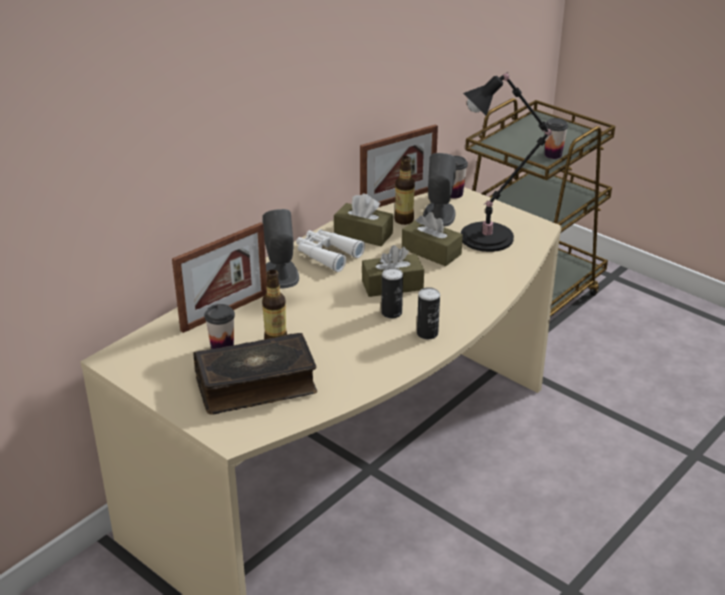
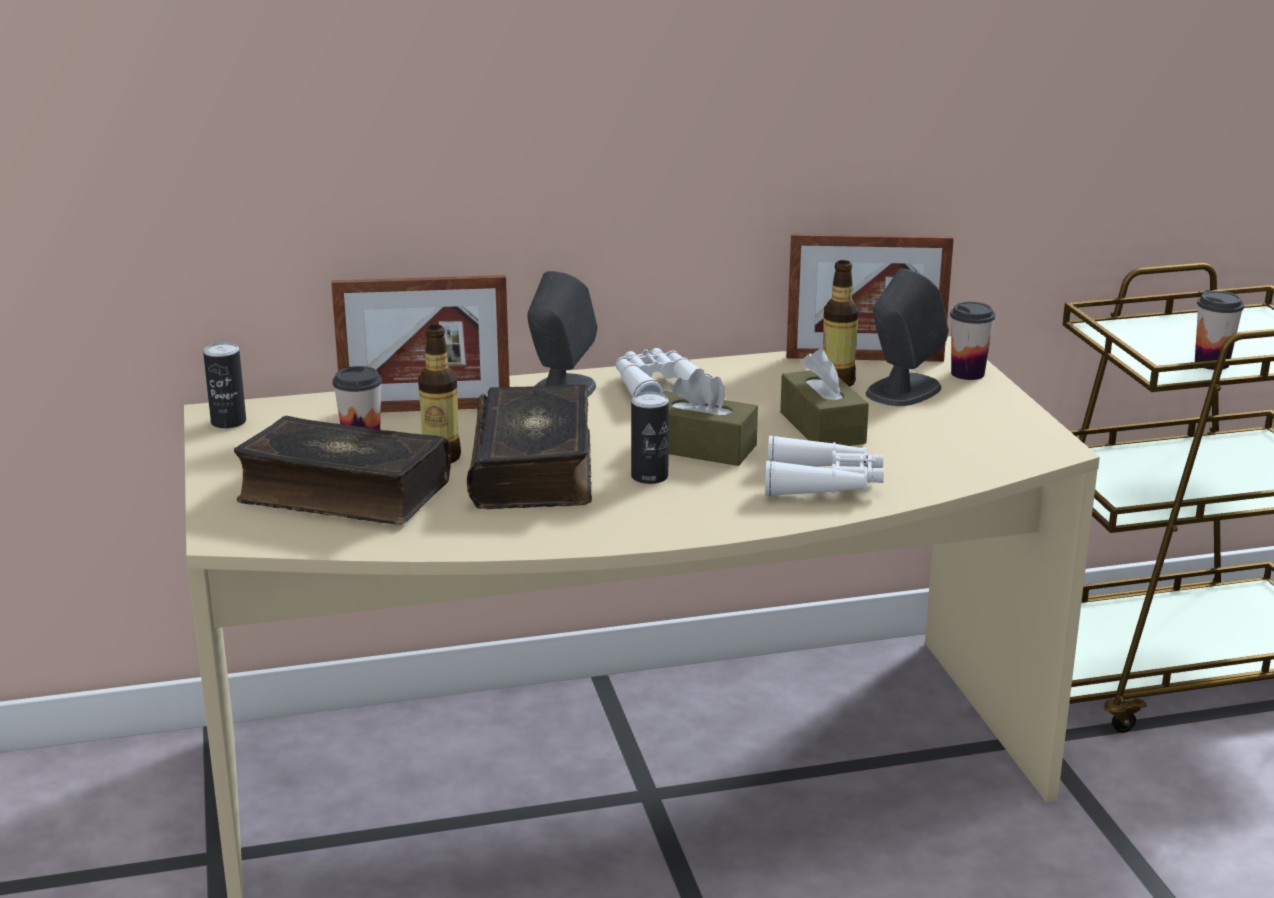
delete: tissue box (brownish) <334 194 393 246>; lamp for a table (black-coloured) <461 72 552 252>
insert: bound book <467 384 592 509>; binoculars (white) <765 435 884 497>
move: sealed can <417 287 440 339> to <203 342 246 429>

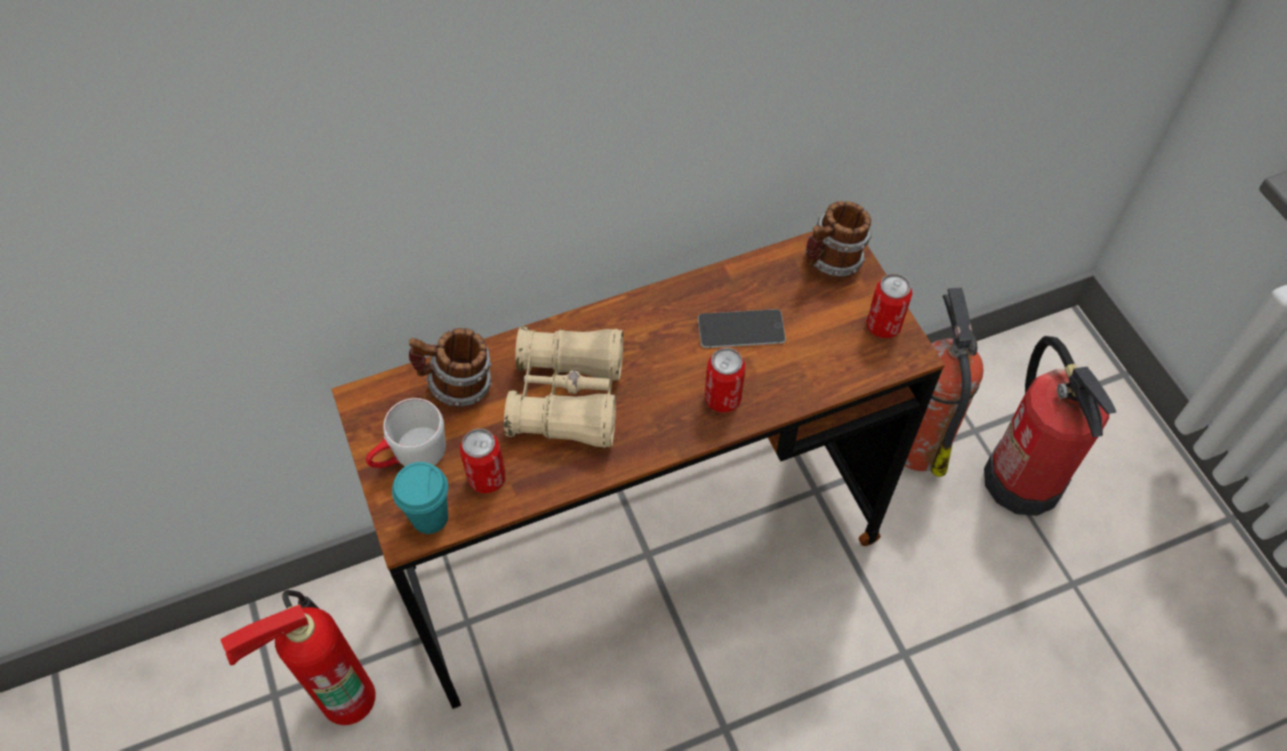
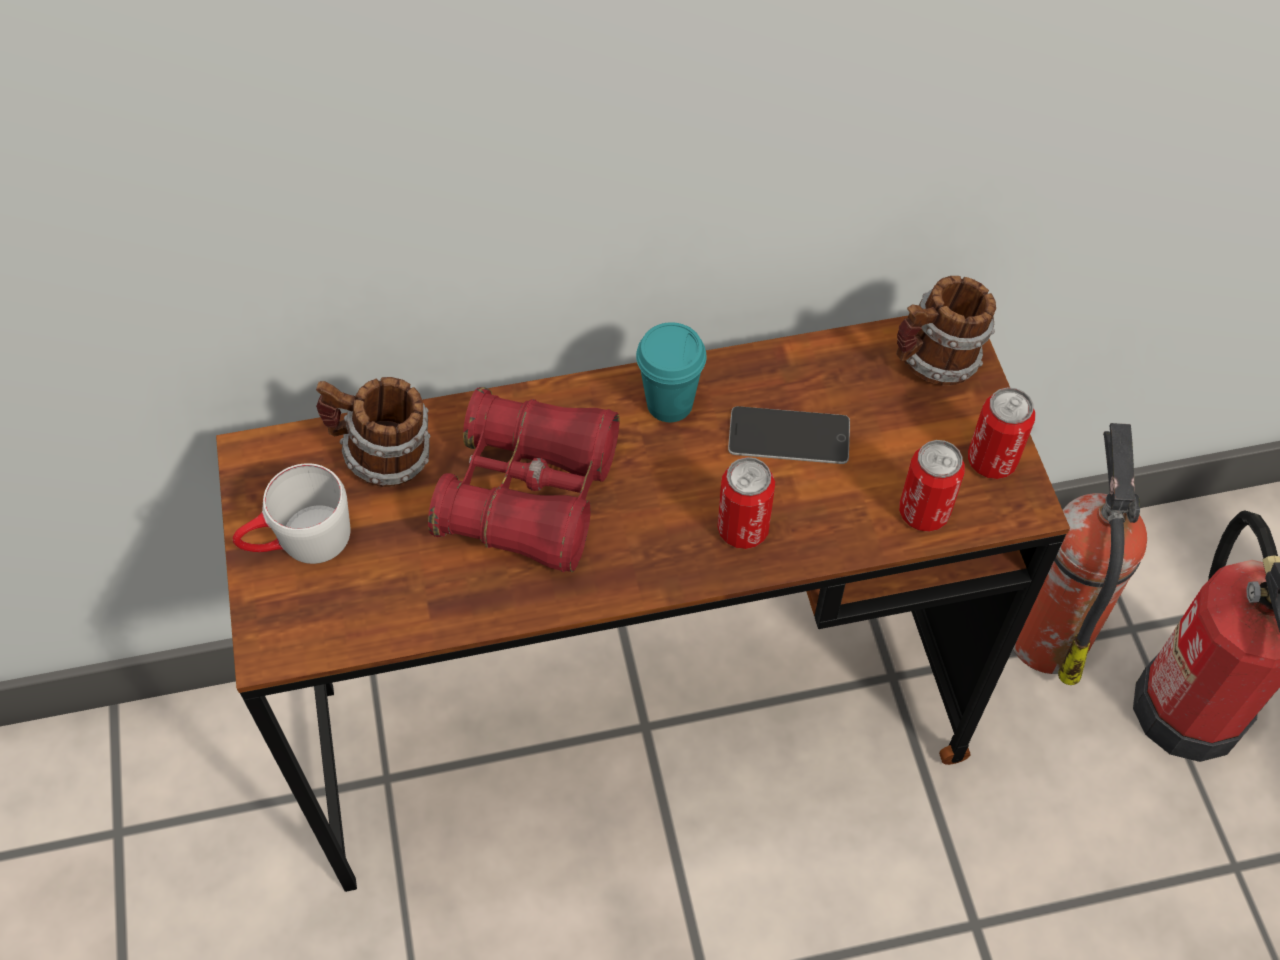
delete: fire-fighting cylinder <220 590 376 725>
move: small cup (blue-green) <392 462 448 534> to <636 322 707 422>; sealed can <460 429 506 494> to <899 440 965 532>
recolor: binoculars (beige-coloured) <504 326 623 448> to binoculars (red-coloured) <428 387 620 572>

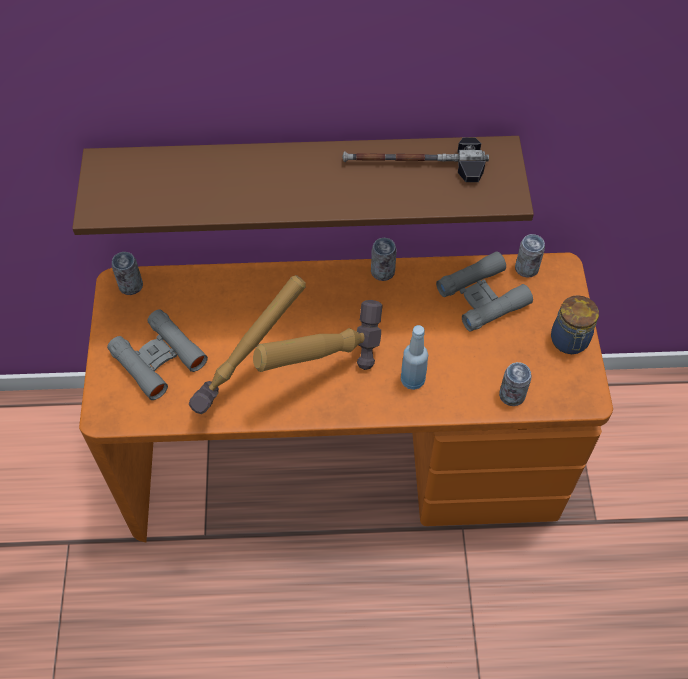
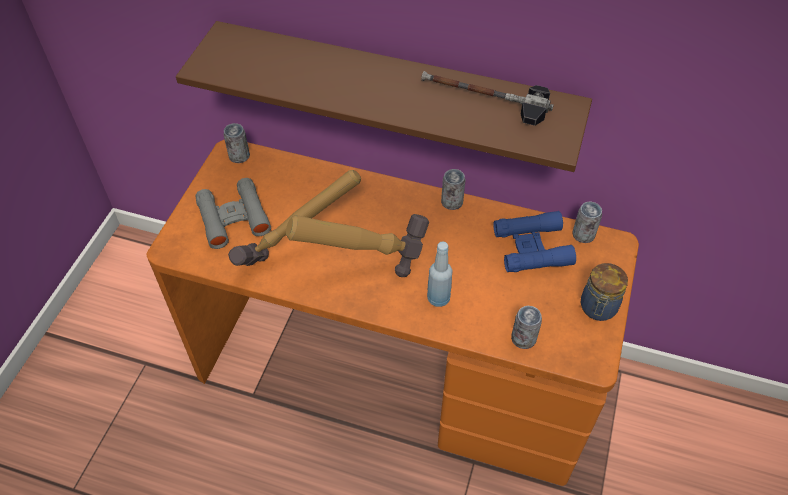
recolor: binoculars (greyish) <436 251 533 331> to binoculars (blue) <493 211 576 272>

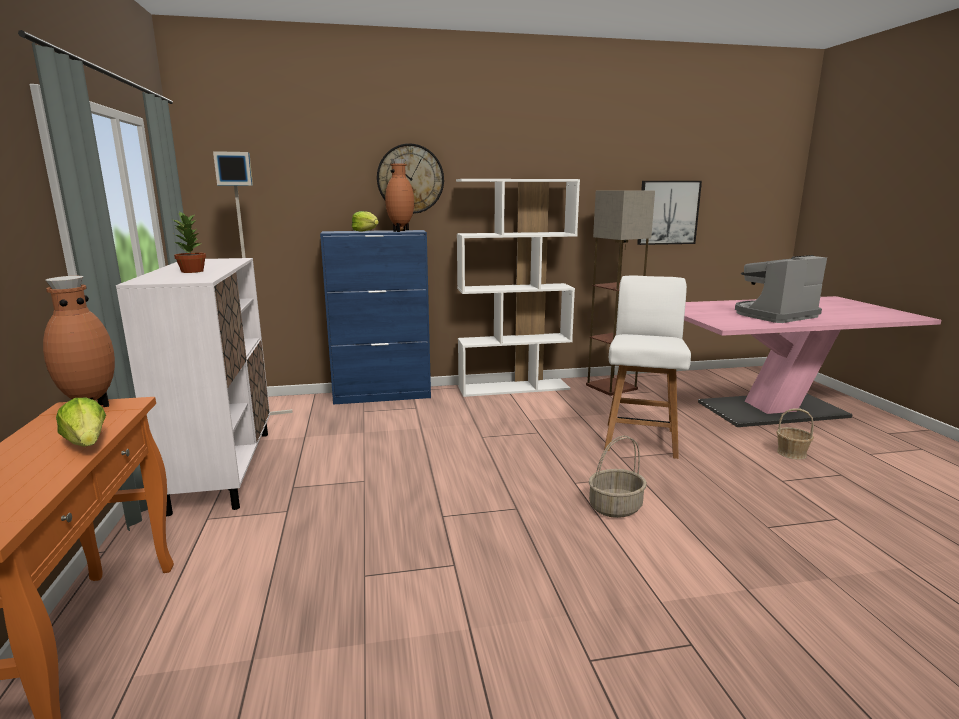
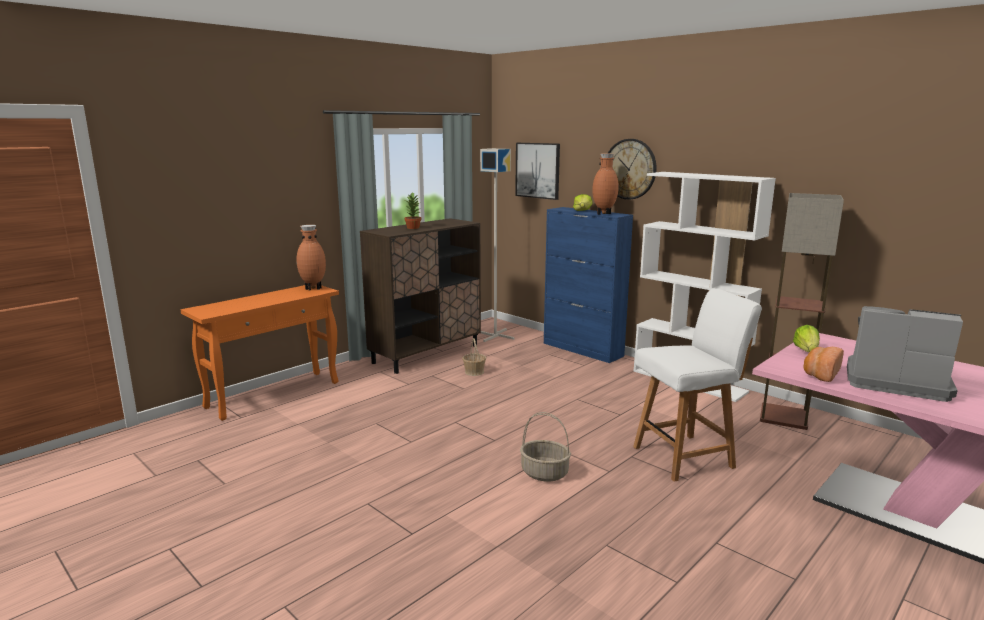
insert: bakery bread <803 347 844 382>
move: basket <776 408 814 460> to <462 338 486 376>; picture <637 181 702 245> to <515 143 560 200>; head of lettuce <56 398 106 447> to <793 325 820 352>
recolor: cabinet (white) <116 258 270 516> to cabinet (brownish) <360 218 481 374>

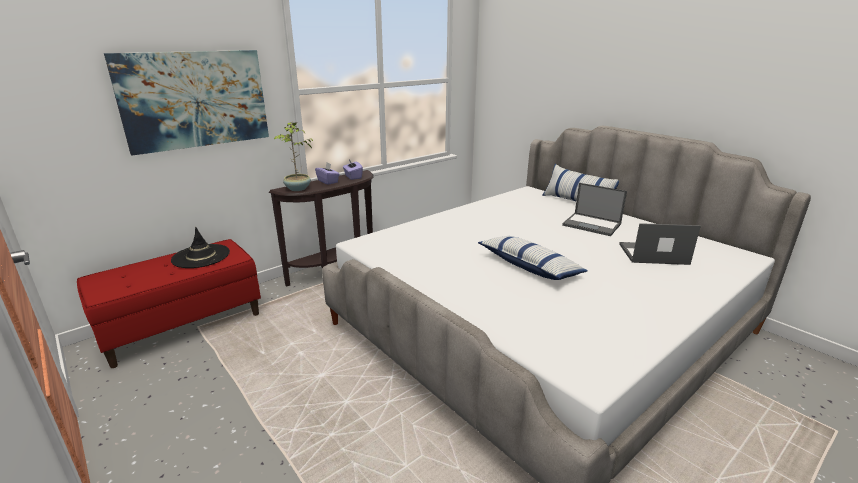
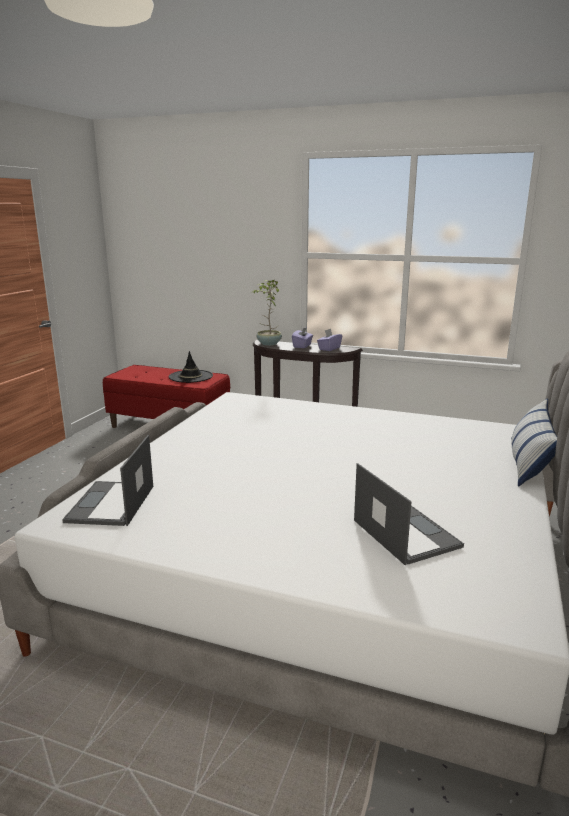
delete: picture <104 50 269 156>; pillow <478 236 587 280>
move: notebook computer <562 183 627 236> to <62 435 153 526>

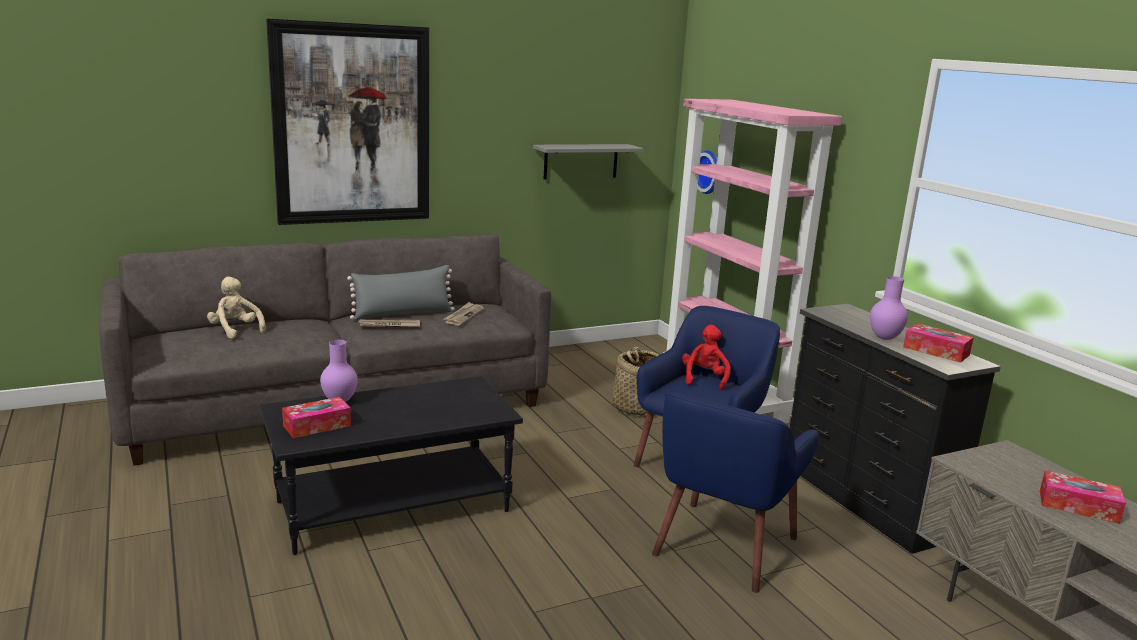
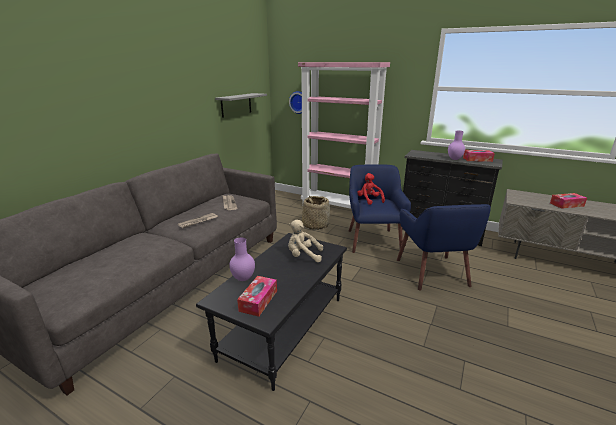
delete: picture <266 19 429 225>; pillow (greyish) <347 265 455 320>
move: plush toy (beige-coloured) <207 277 266 339> to <288 220 323 262>

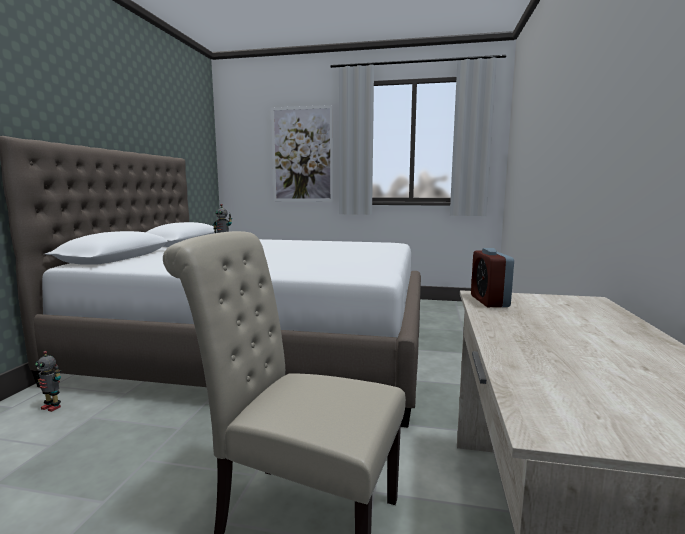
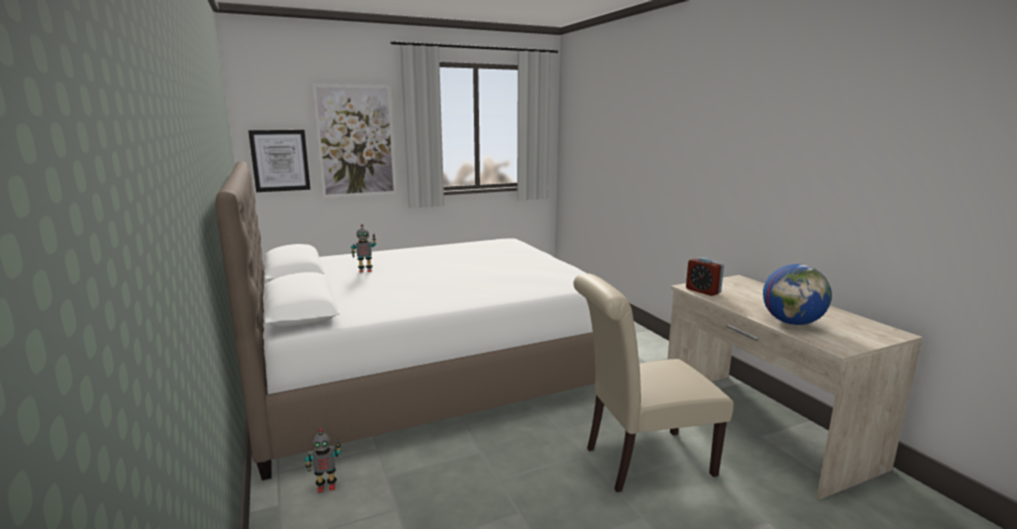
insert: picture <248 130 310 192>; desk globe <763 264 832 325>

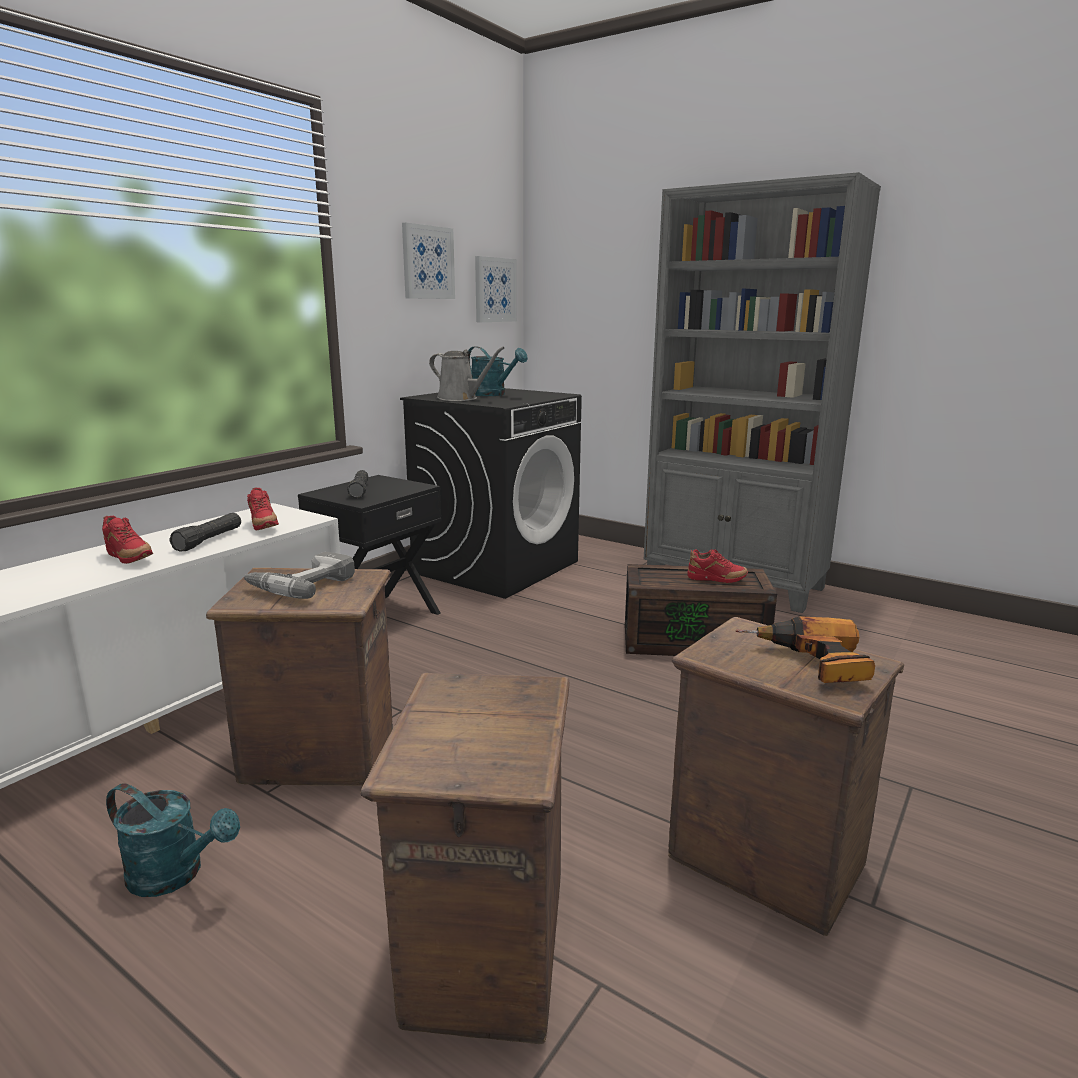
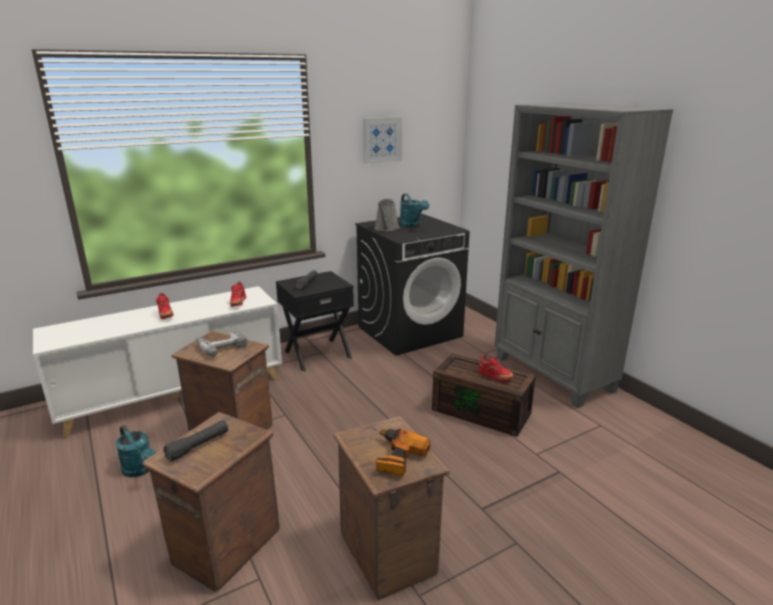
delete: picture <475 256 517 322>
move: torch (black-coloured) <169 513 241 552> to <163 420 228 461>
rotate: watering pot (greyish) <429 347 505 401> = <375 199 400 231> 45 degrees clockwise

